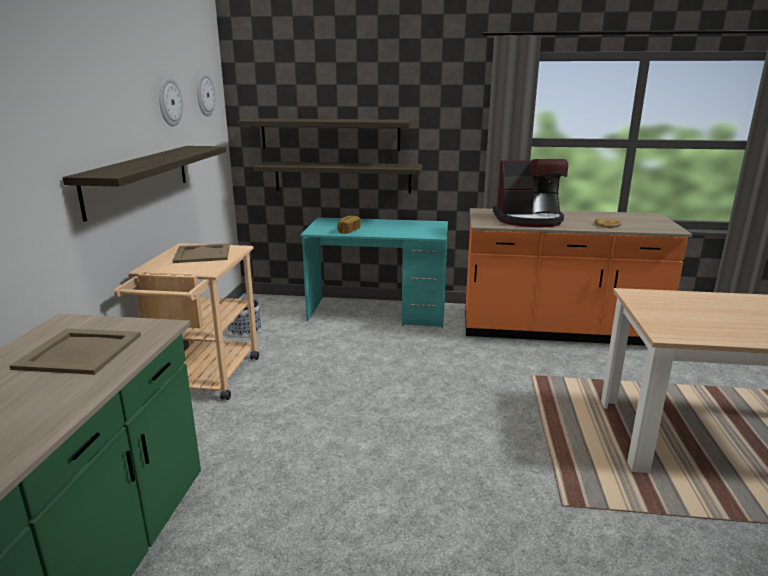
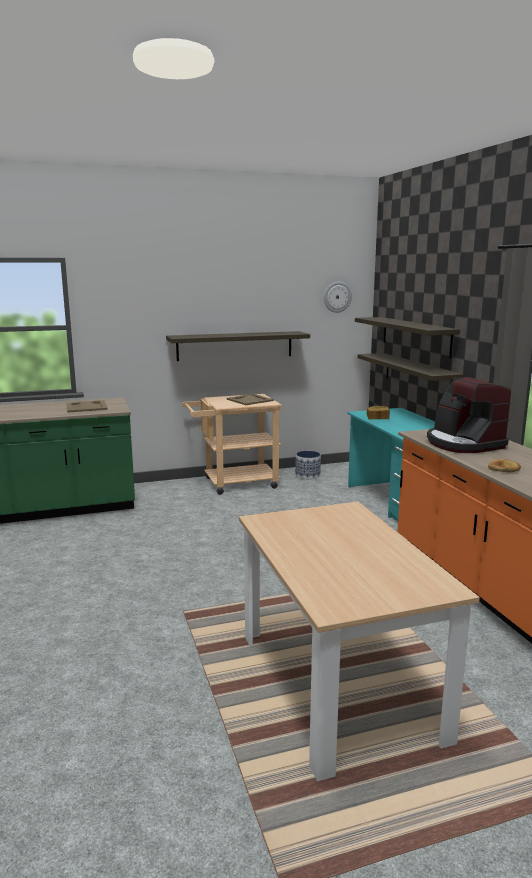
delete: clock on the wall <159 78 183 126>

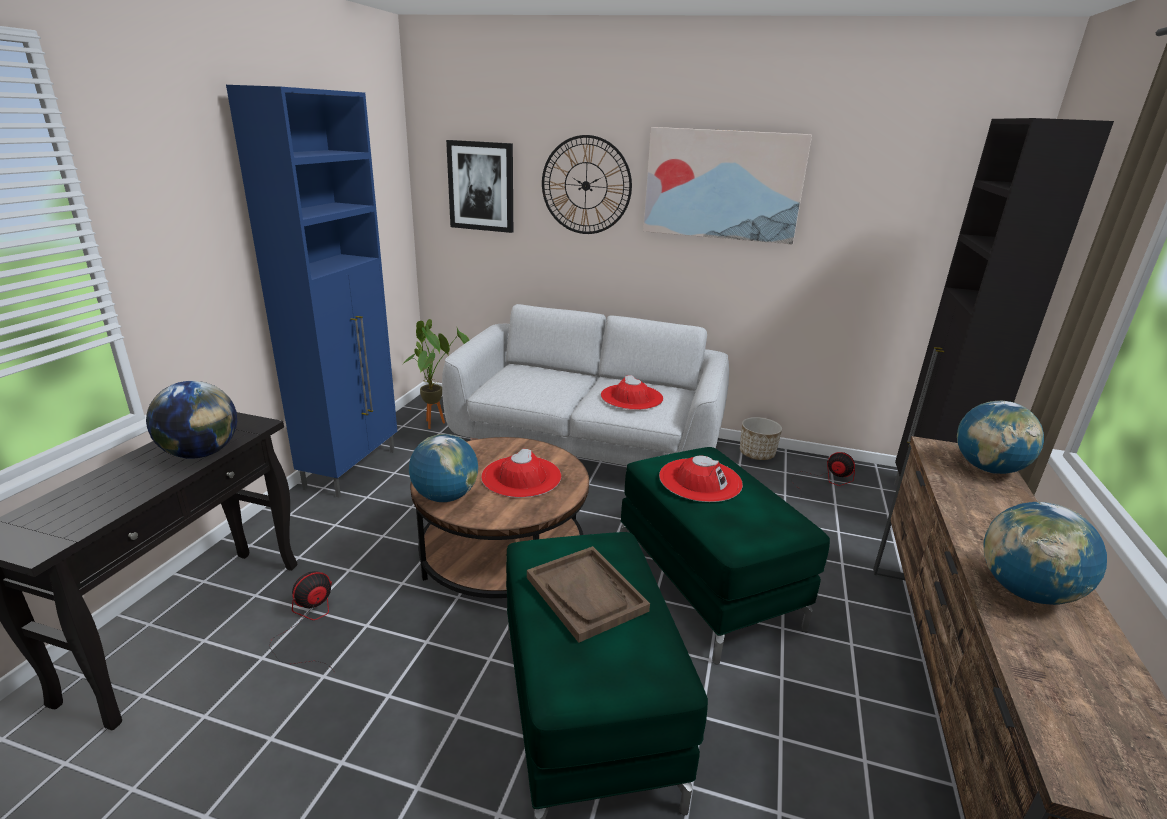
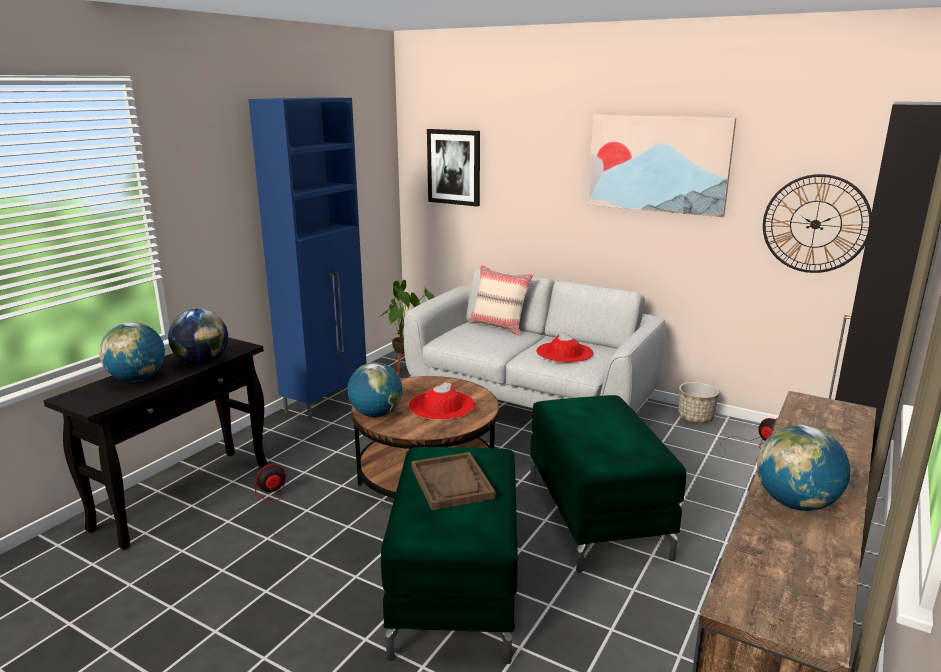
delete: hat (red-coloured) <659 456 743 502>
insert: pillow (beige-coloured) <469 264 533 336>
move: desk globe <957 401 1044 474> to <99 322 165 382>; clock on the wall <542 135 632 234> to <763 174 872 273>

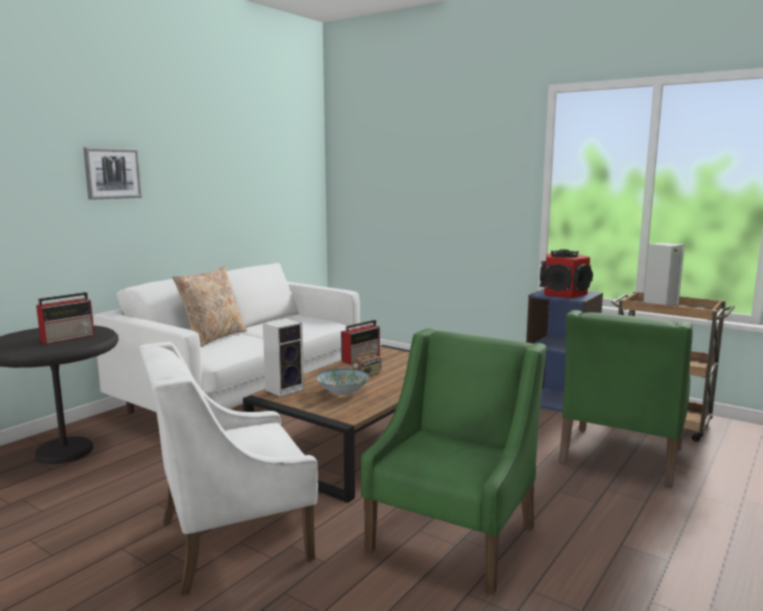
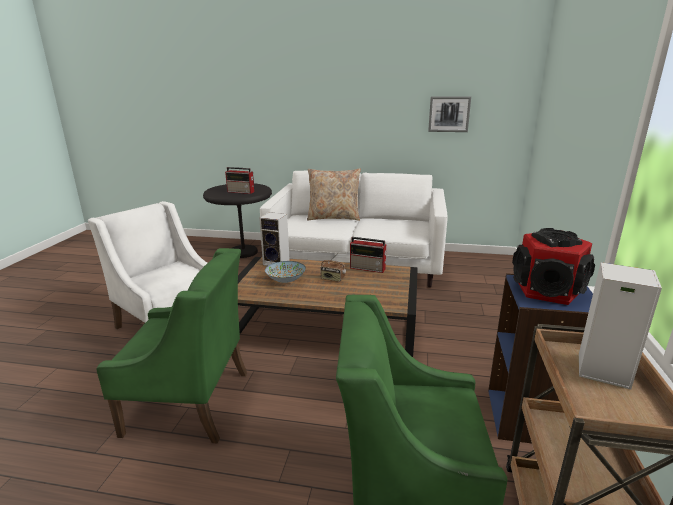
move: picture <83 147 142 200> to <428 97 471 132>

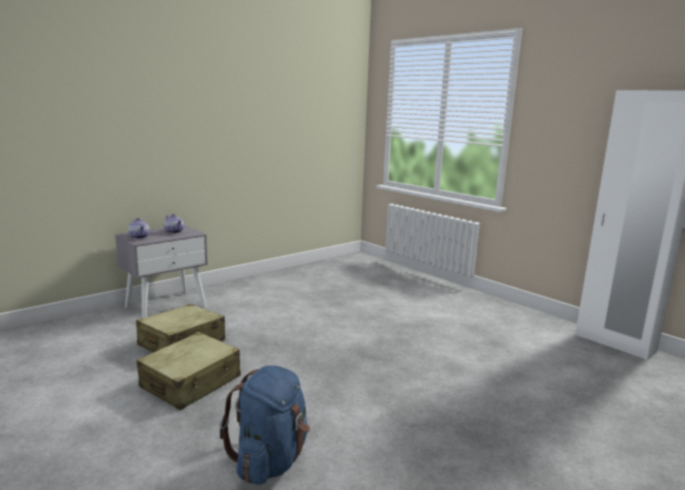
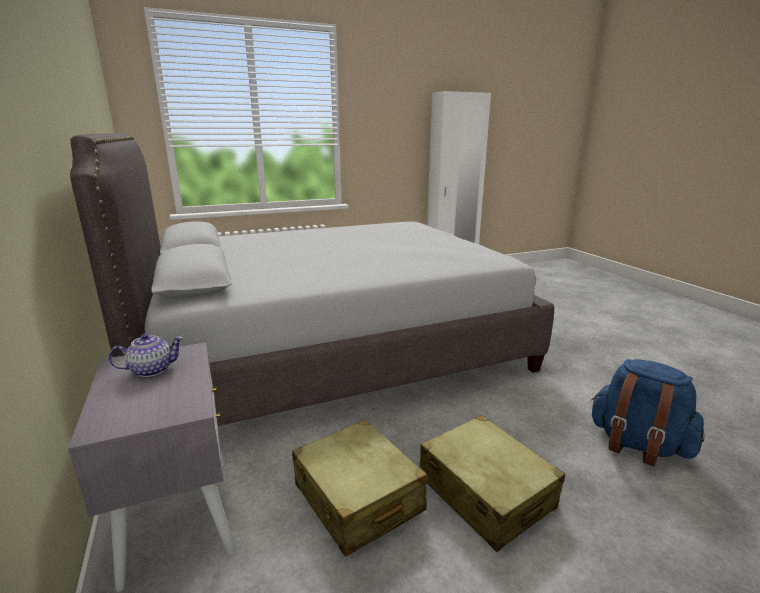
delete: teapot <128 218 150 239>
insert: bedroom bed (greyish) <70 133 554 426>

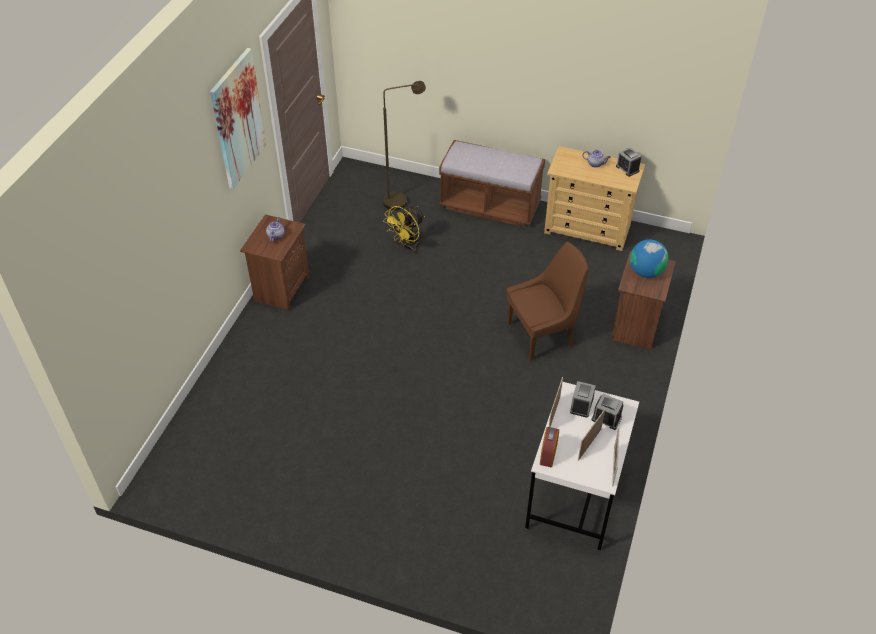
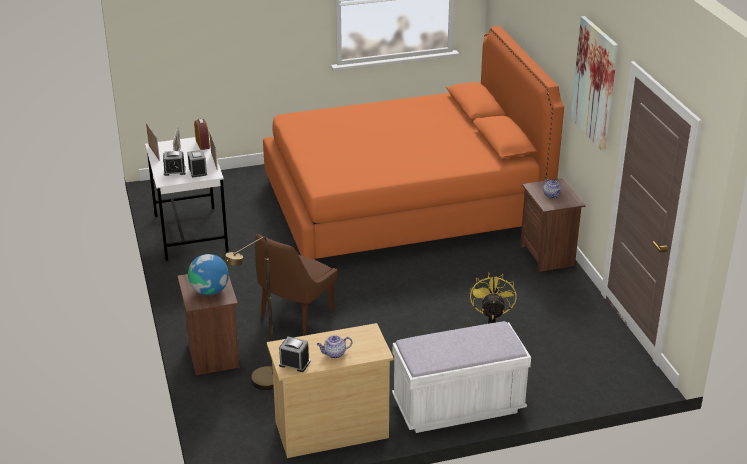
insert: bedroom bed (orange-coloured) <263 26 564 260>
move: floor lamp (brownish) <383 81 426 210> to <225 237 274 390>
recolor: long seat (brownish) <439 140 545 227> to long seat (white) <392 321 531 433>

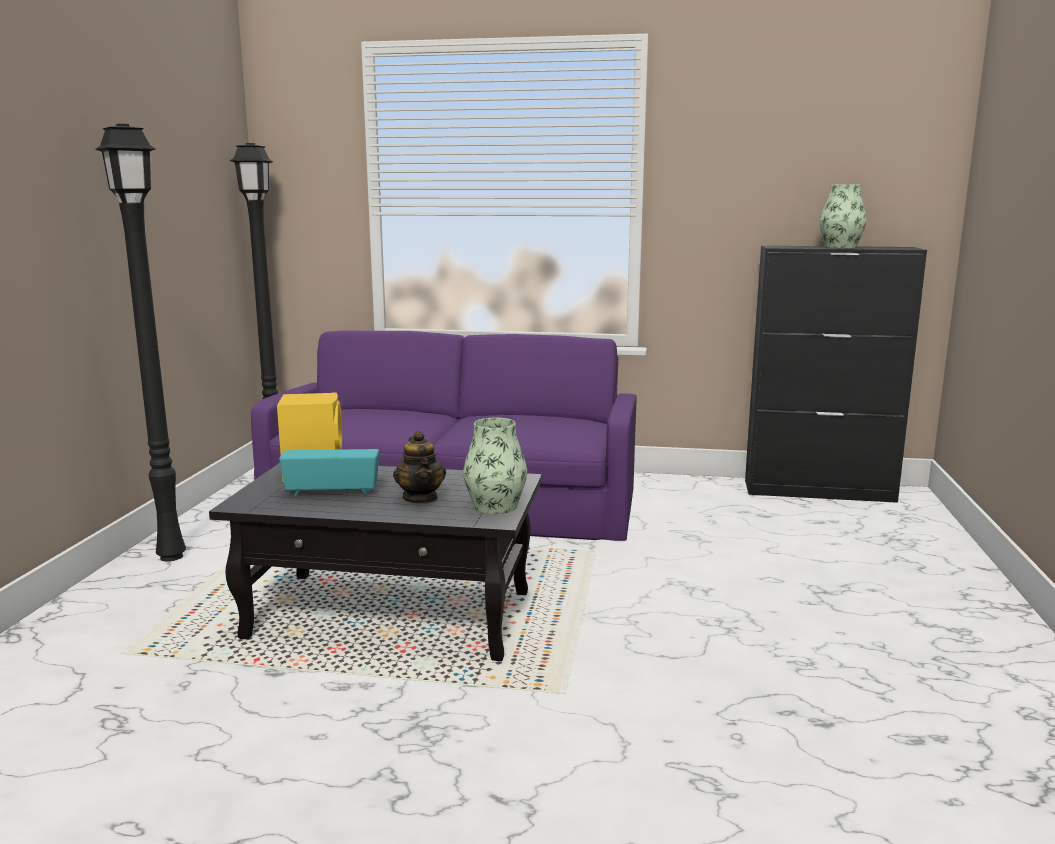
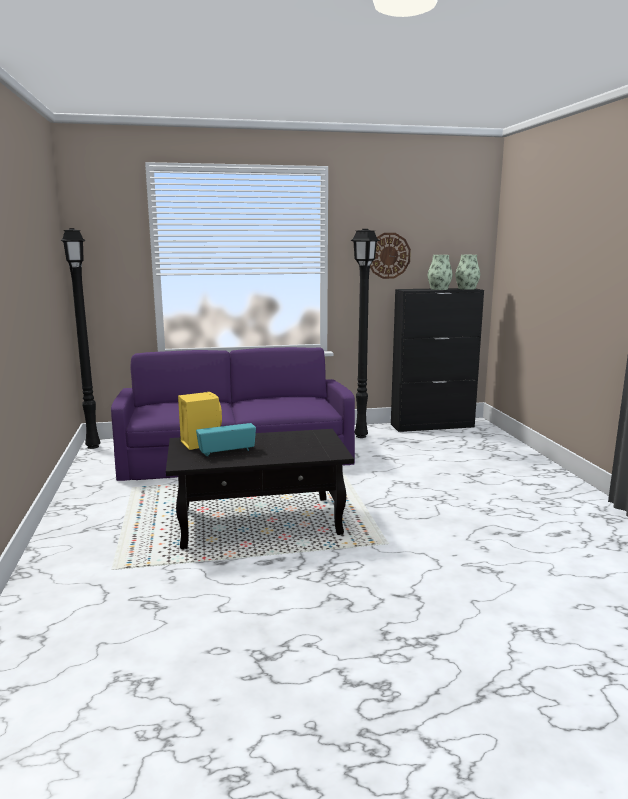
delete: teapot <393 431 446 504>
insert: clock on the wall <370 233 411 279>
move: floor lamp (black-coloured) <95 124 186 562> to <350 229 380 438>; flower vase <463 418 527 514> to <455 255 480 290>

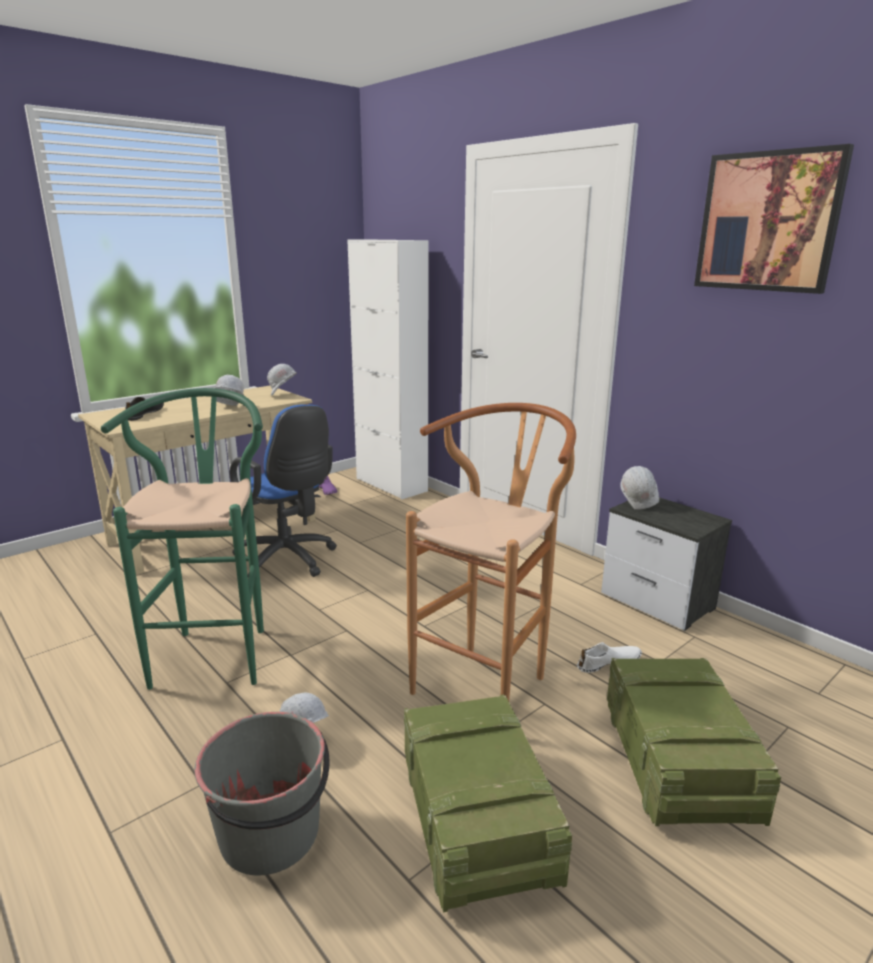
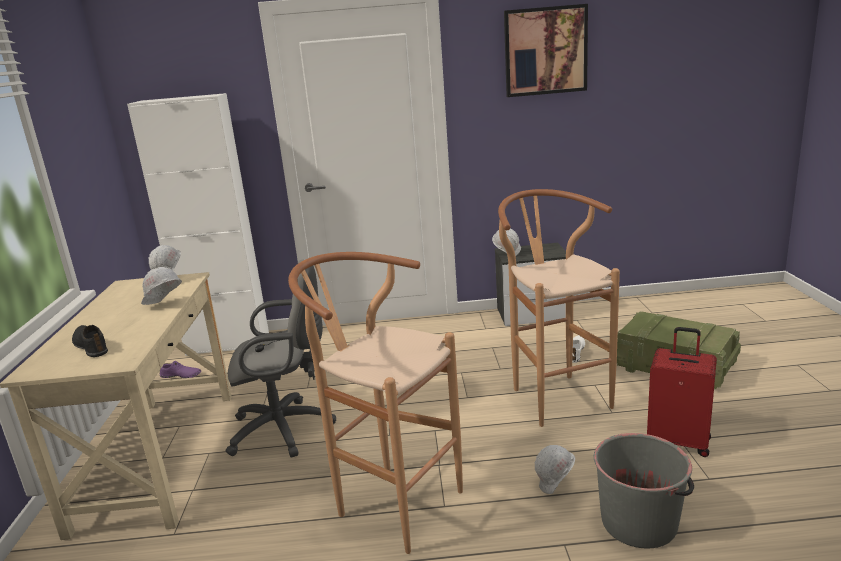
replace: packing crate <404 694 572 912> to piece of luggage (red-coloured) <647 327 717 457>
recolor: office chair (blue) <230 404 337 577> to office chair (greyish) <226 259 336 458>; stool seat (green-coloured) <101 388 264 690> to stool seat (brownish) <288 252 463 554>

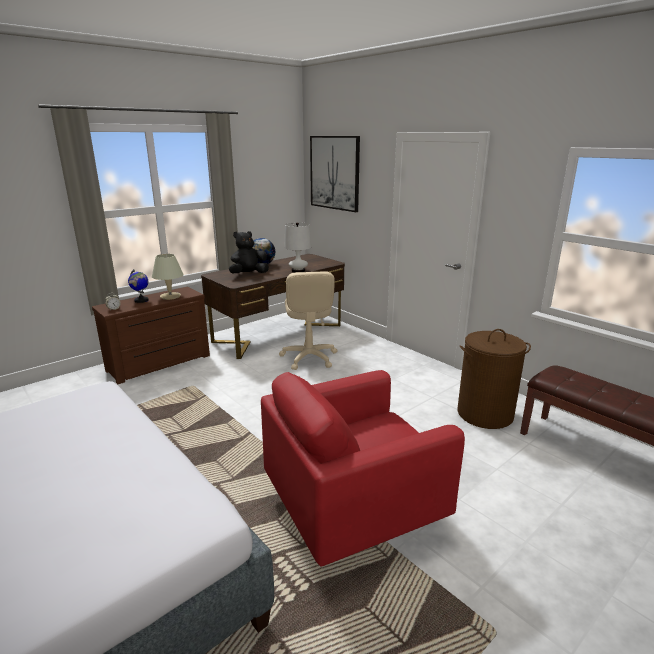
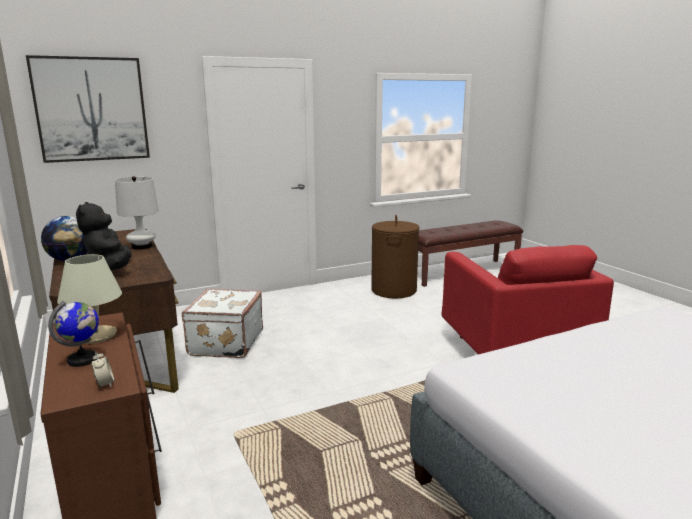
replace: office chair (beige-coloured) <279 271 338 370> to piece of luggage (white) <182 288 263 358>

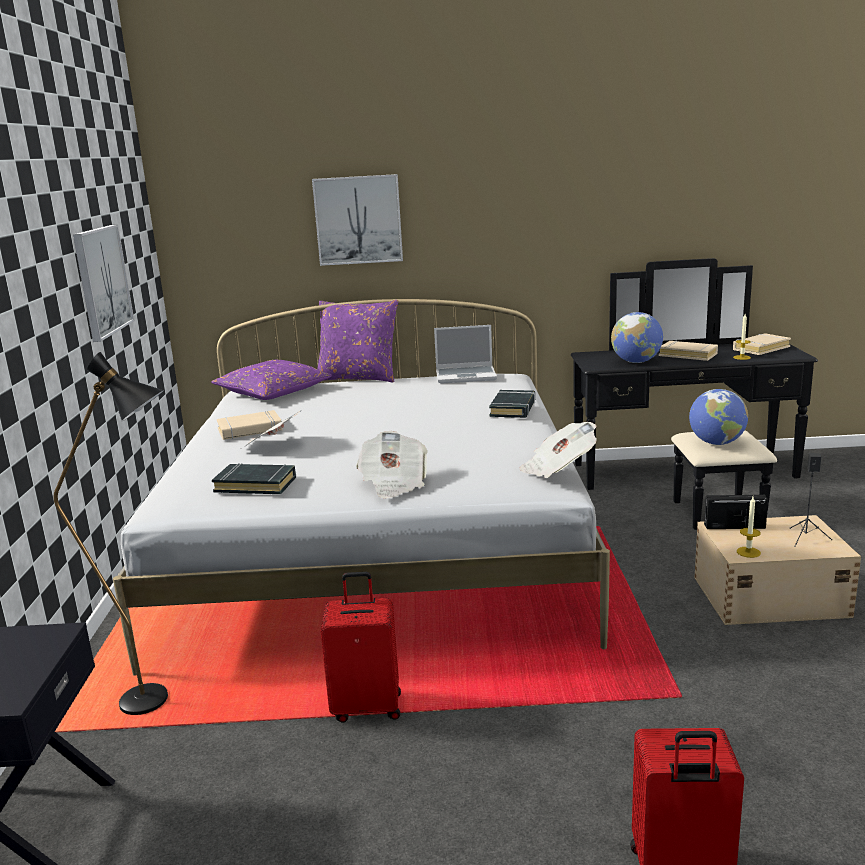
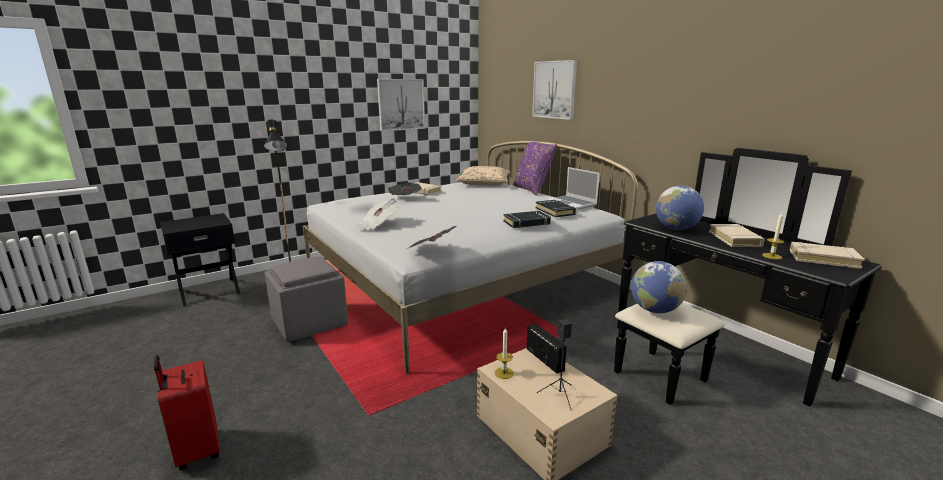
move: bound book (black-coloured) <212 463 296 494> to <536 200 576 217>
replace: piece of luggage (red-coloured) <320 572 401 723> to ottoman (greyish) <265 257 348 342>
recolor: pillow (purplish) <211 359 332 400> to pillow (beige-coloured) <456 166 510 186>

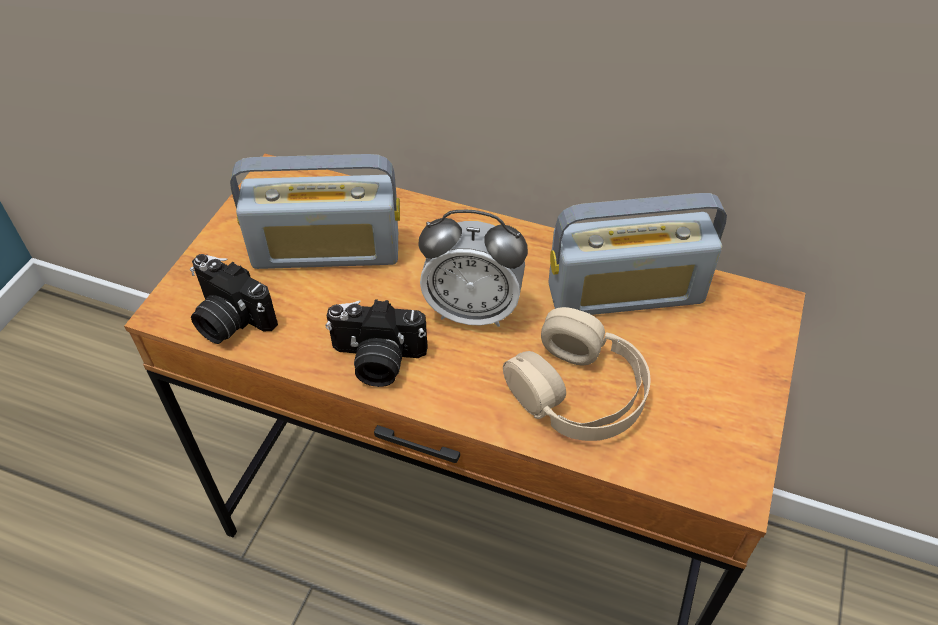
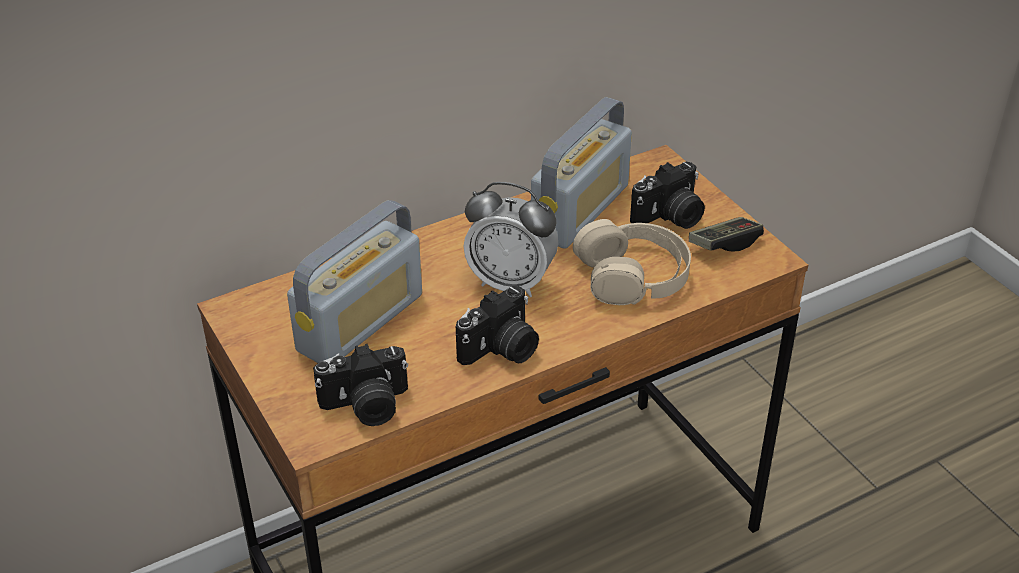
insert: photo camera <630 162 705 229>; game controller <689 217 764 252>
rotate: bedside clock <418 210 528 327> = <464 182 558 297> 60 degrees clockwise

